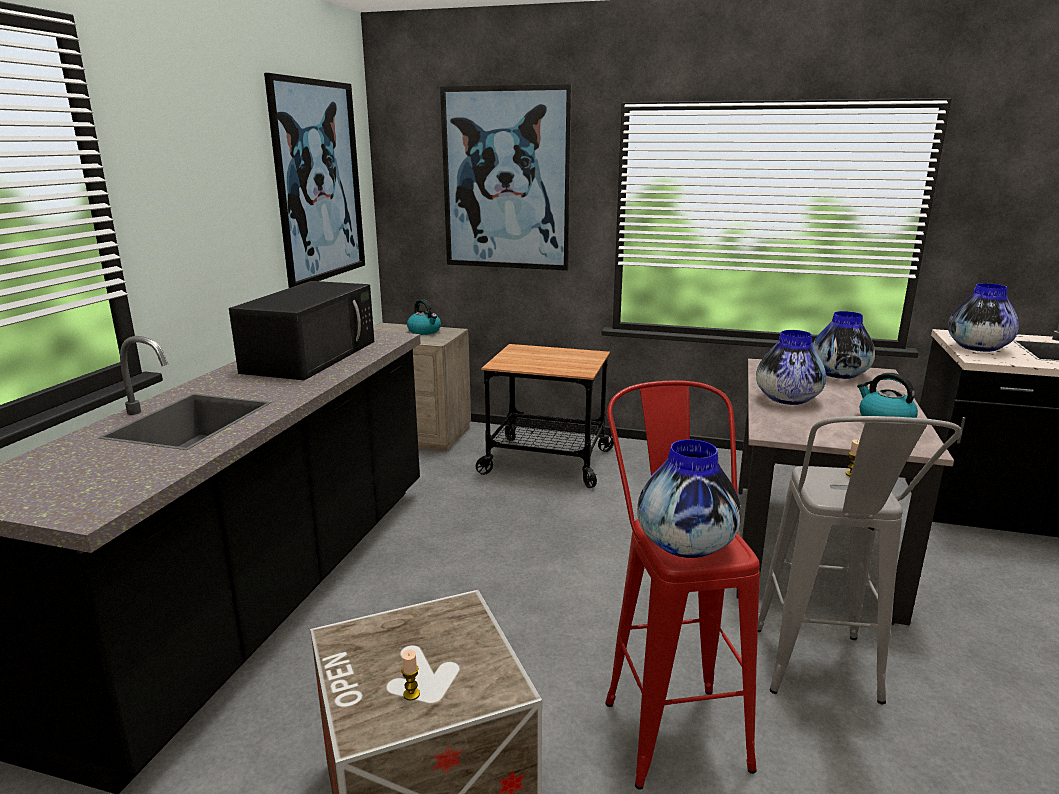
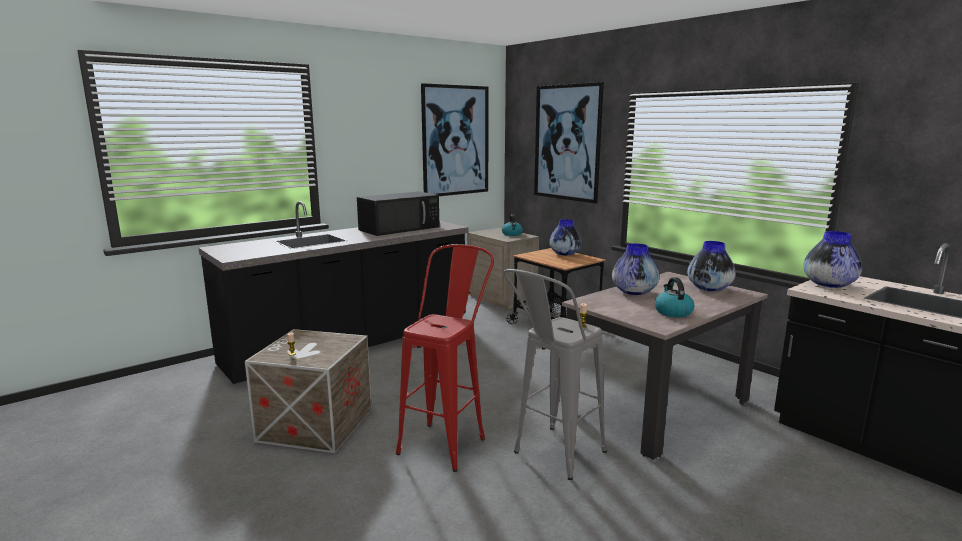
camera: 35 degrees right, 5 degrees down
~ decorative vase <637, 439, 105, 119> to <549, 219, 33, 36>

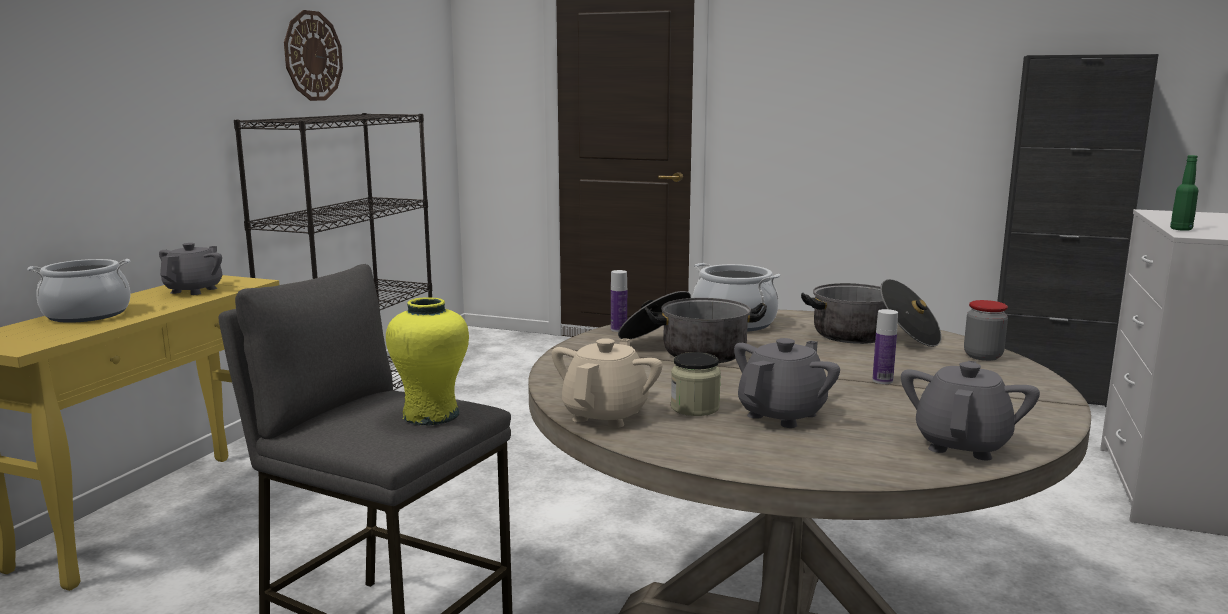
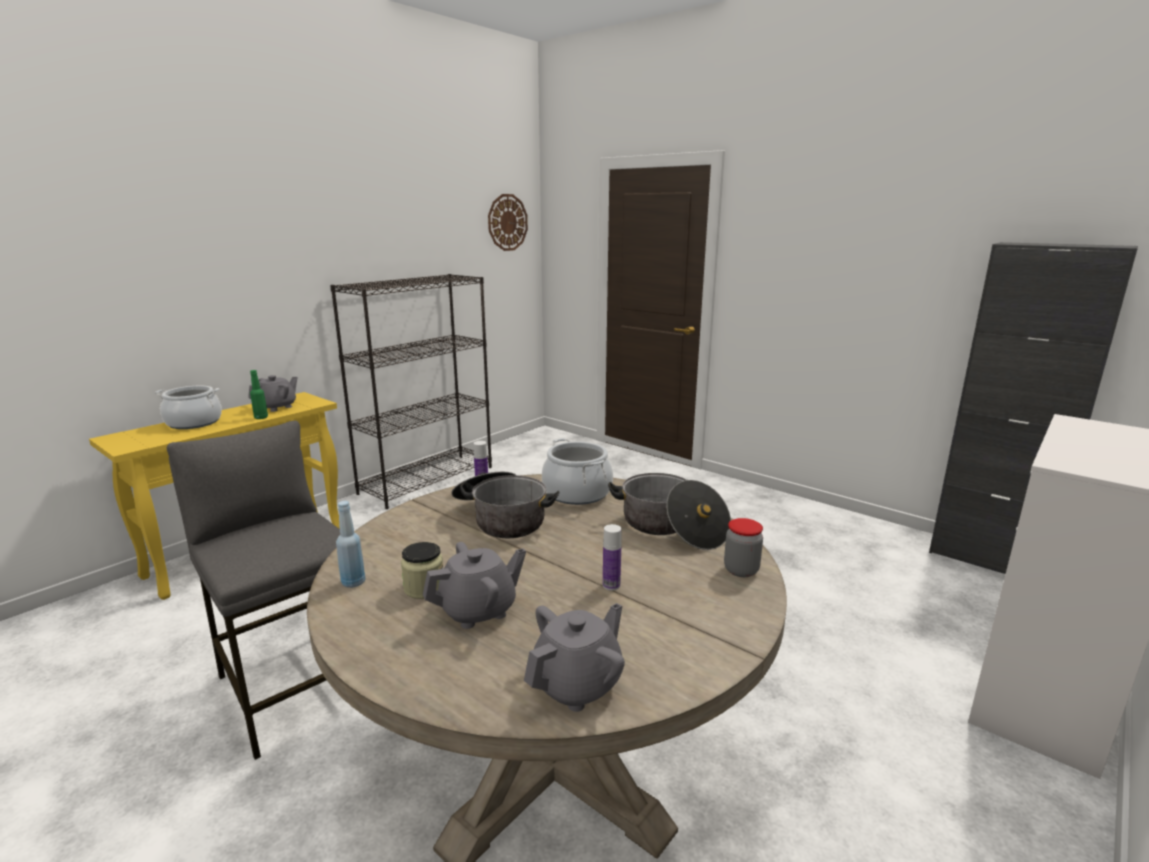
camera: 20 degrees right, 5 degrees up
~ hanging clock <284, 10, 59, 91> to <488, 194, 40, 57>
~ greenish beverage bottle <1170, 155, 29, 76> to <250, 370, 18, 49>
- yellow decorative vase <386, 297, 83, 129>
~ beige-coloured teapot <552, 338, 110, 90> to blue-coloured beverage bottle <336, 501, 29, 87>

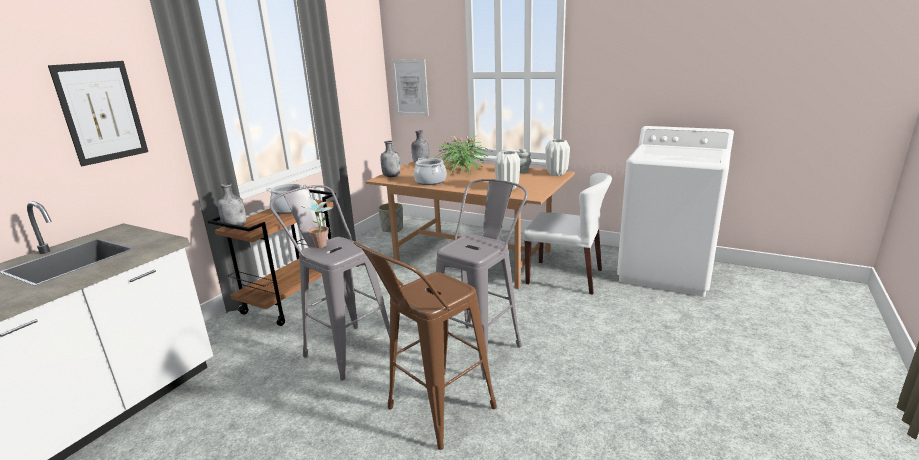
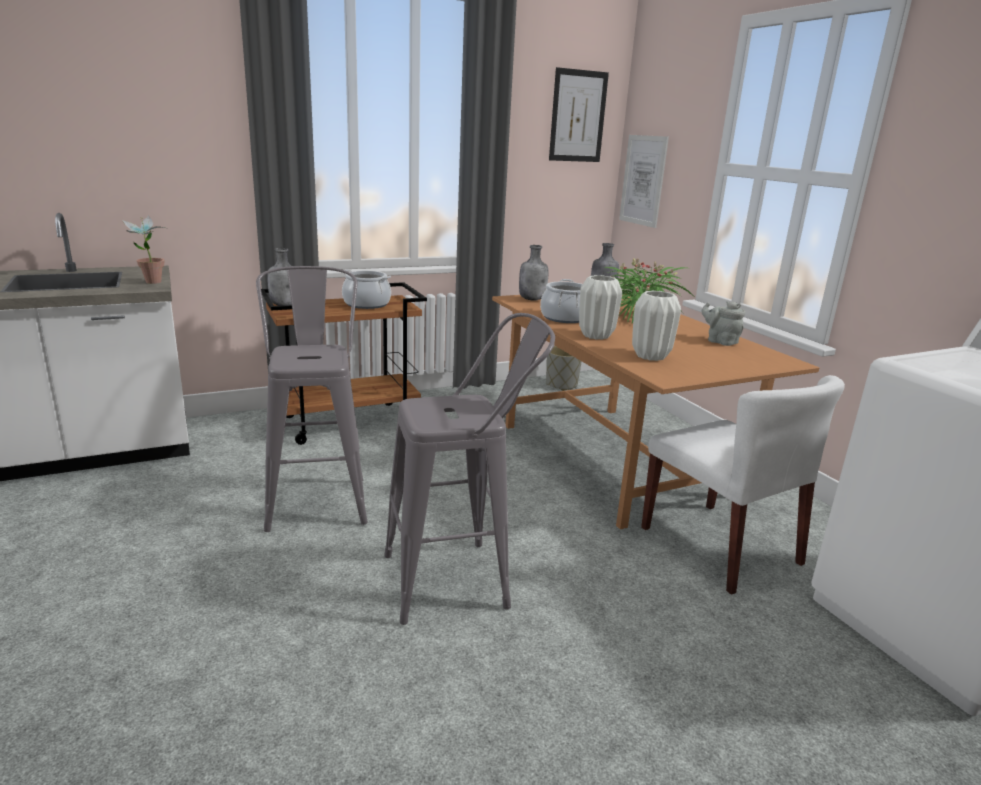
camera: 35 degrees right, 0 degrees up
~ picture <48, 61, 100, 105> to <549, 67, 60, 95>
~ white decorative vase <545, 139, 25, 37> to <579, 275, 43, 65>
~ houseplant <301, 196, 32, 52> to <122, 215, 43, 69>
- brownish stool seat <354, 241, 143, 209>

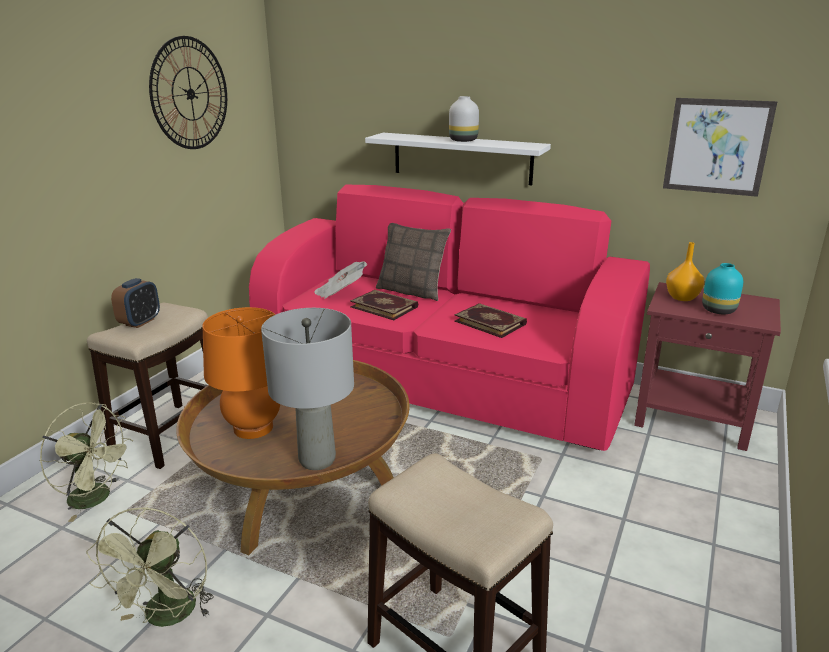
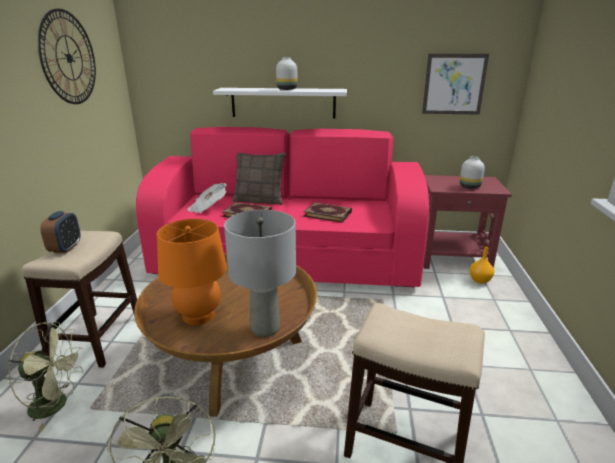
camera: 20 degrees left, 0 degrees up
~ orangey decorative vase <666, 242, 38, 59> to <469, 246, 25, 38>
~ turquoise decorative vase <702, 263, 41, 51> to white decorative vase <460, 156, 25, 33>

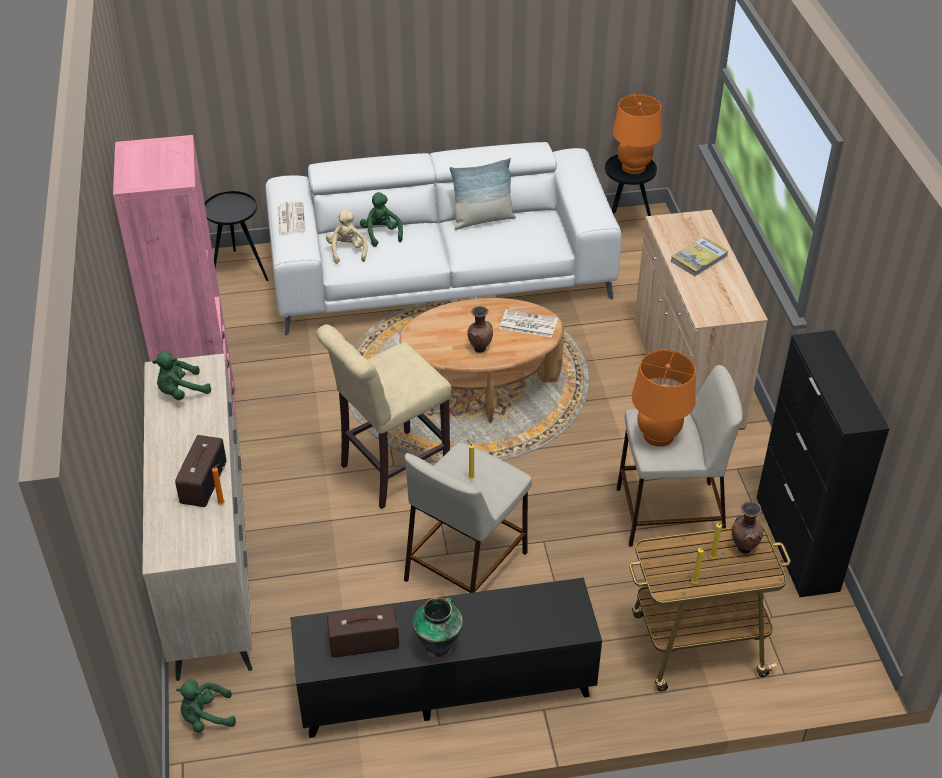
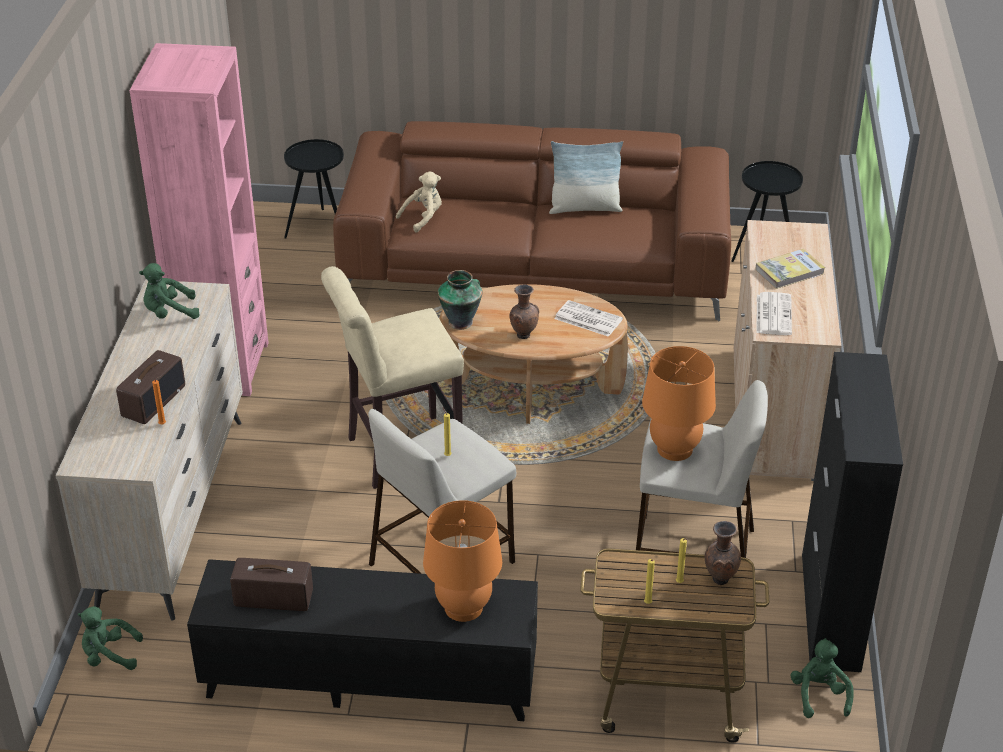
camera: 15 degrees right, 5 degrees down
~ orangey table lamp <613, 94, 49, 80> to <423, 500, 79, 122>
~ white settee <265, 142, 356, 194> to brownish settee <333, 121, 398, 201>
~ greenish plush toy <360, 192, 43, 55> to <791, 638, 63, 80>
~ printed paper <277, 201, 28, 34> to <756, 292, 36, 43>
~ beige-coloured plush toy <326, 209, 42, 55> = <396, 171, 46, 61> 45 degrees clockwise
~ decorative vase <413, 597, 50, 61> to <438, 270, 44, 60>

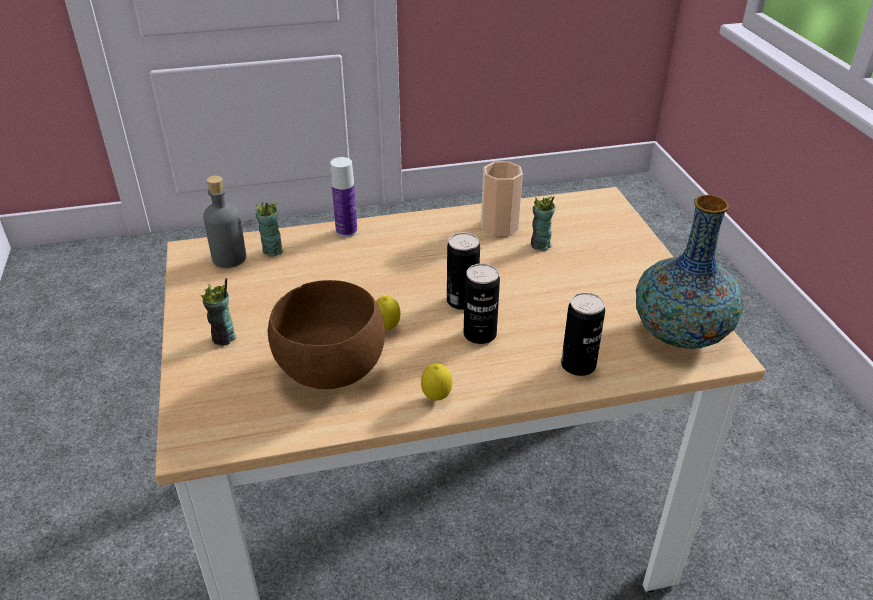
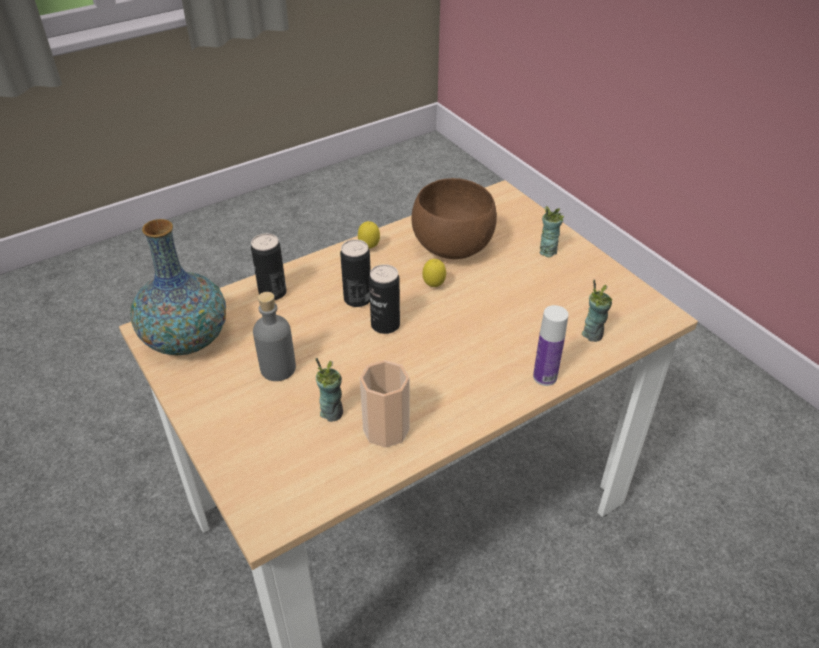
camera: 160 degrees right, 5 degrees up
~ gray beverage bottle <203, 175, 43, 93> to <253, 292, 43, 89>

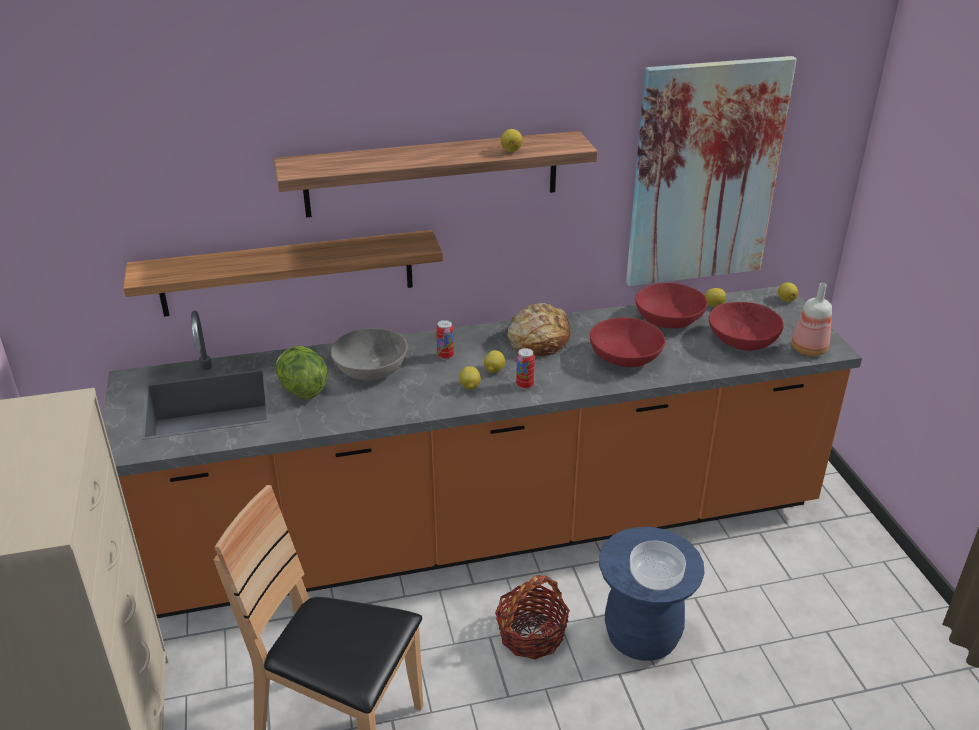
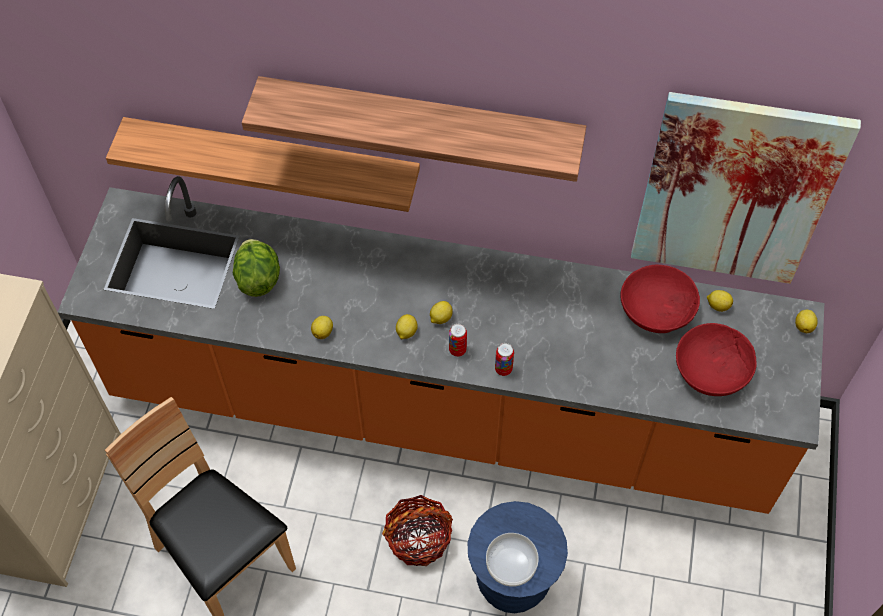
camera: 25 degrees right, 25 degrees up
~ whole lemon <501, 129, 22, 23> to <311, 316, 22, 23>
- beverage bottle <791, 283, 41, 73>
- bread <508, 303, 63, 53>
- reddish serving bowl <590, 318, 75, 49>
~ sealed can <436, 320, 18, 40> to <495, 343, 19, 33>
- gray serving bowl <331, 328, 77, 52>

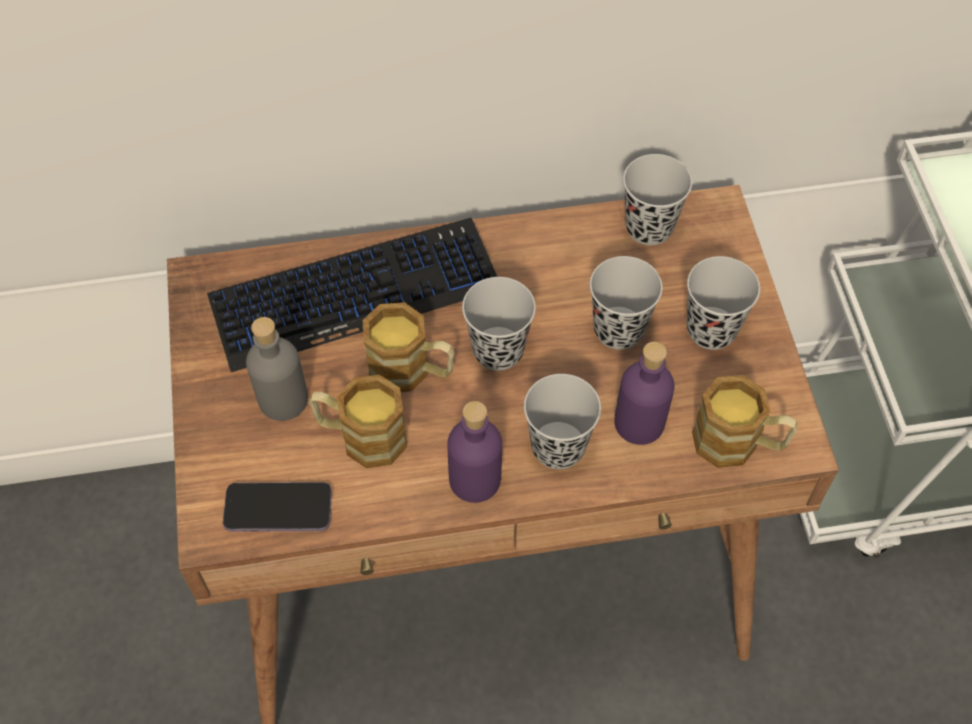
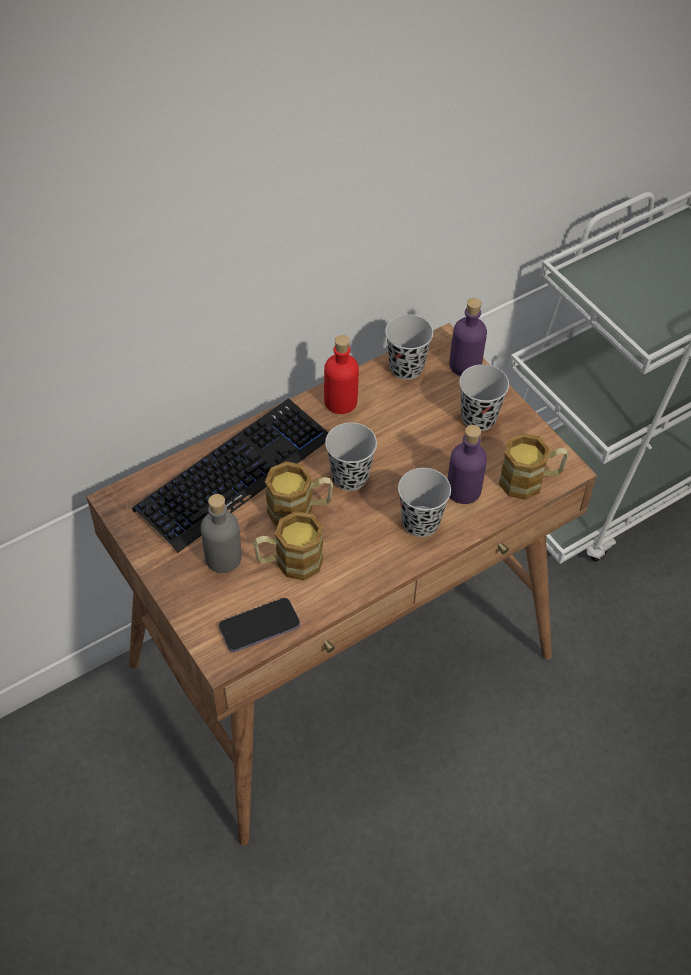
camera: 25 degrees left, 5 degrees down
- black-coloured cup <590, 256, 73, 94>
~ purple beverage bottle <448, 401, 54, 102> to <449, 298, 38, 78>
+ reddish beverage bottle <324, 335, 35, 79>

